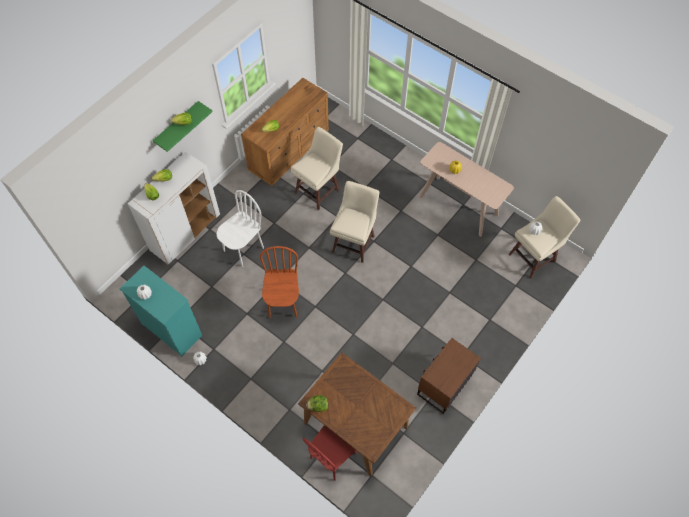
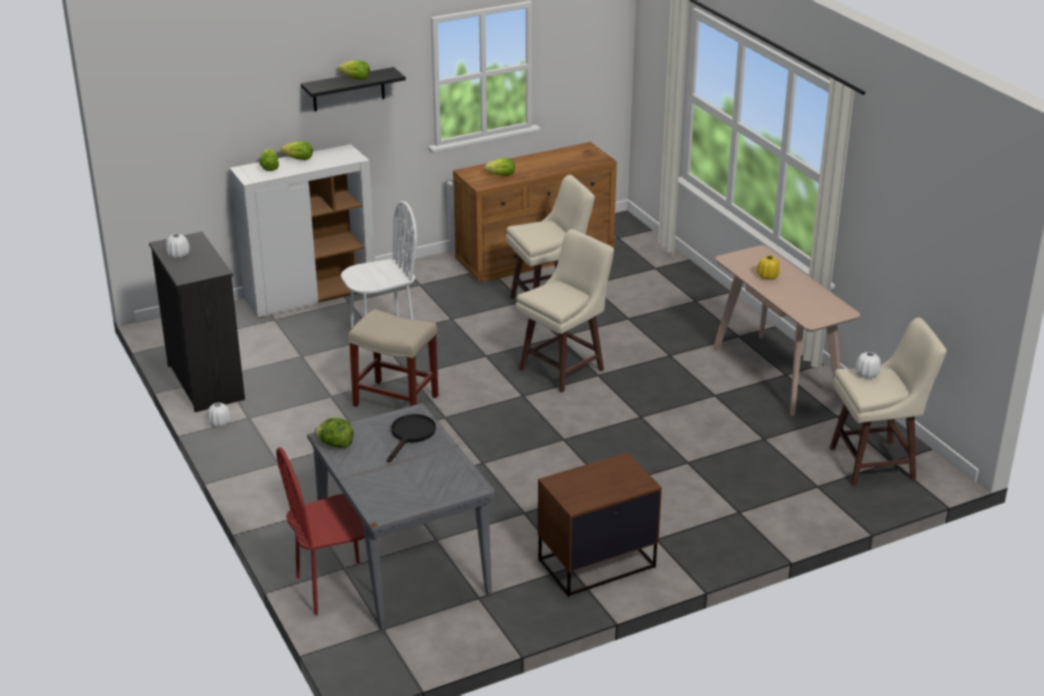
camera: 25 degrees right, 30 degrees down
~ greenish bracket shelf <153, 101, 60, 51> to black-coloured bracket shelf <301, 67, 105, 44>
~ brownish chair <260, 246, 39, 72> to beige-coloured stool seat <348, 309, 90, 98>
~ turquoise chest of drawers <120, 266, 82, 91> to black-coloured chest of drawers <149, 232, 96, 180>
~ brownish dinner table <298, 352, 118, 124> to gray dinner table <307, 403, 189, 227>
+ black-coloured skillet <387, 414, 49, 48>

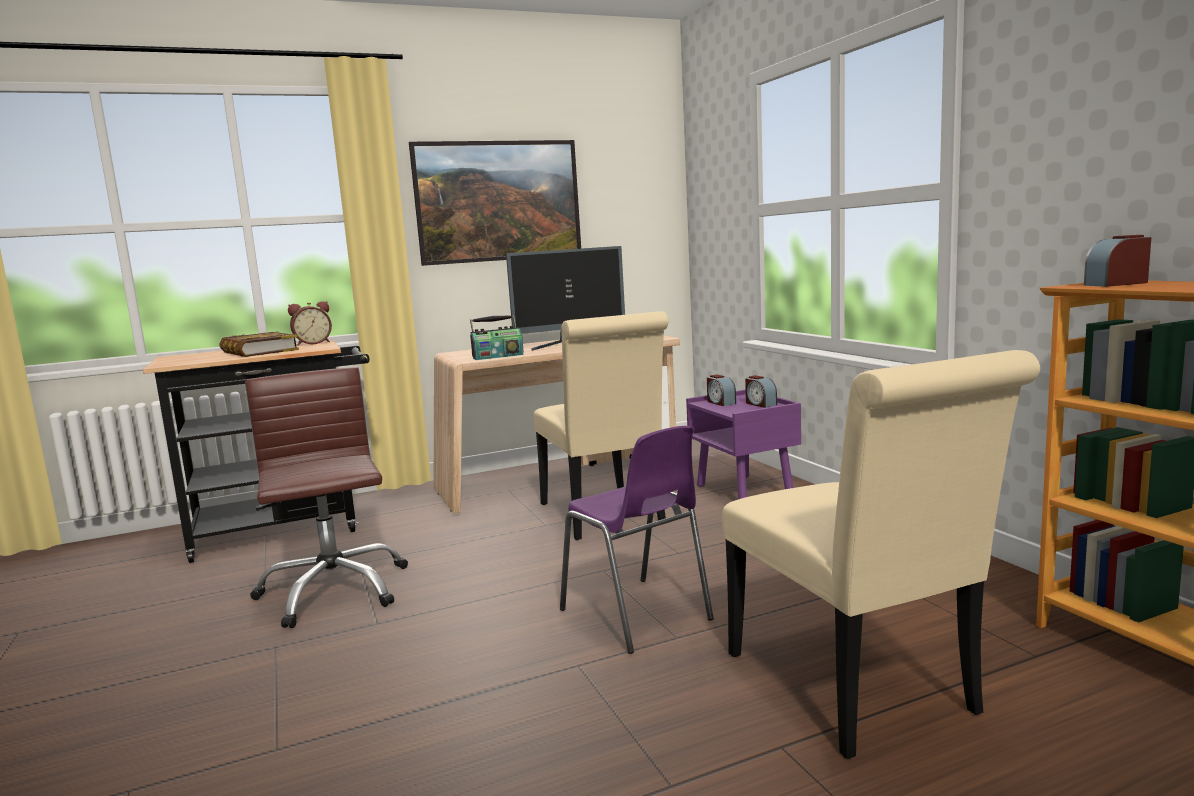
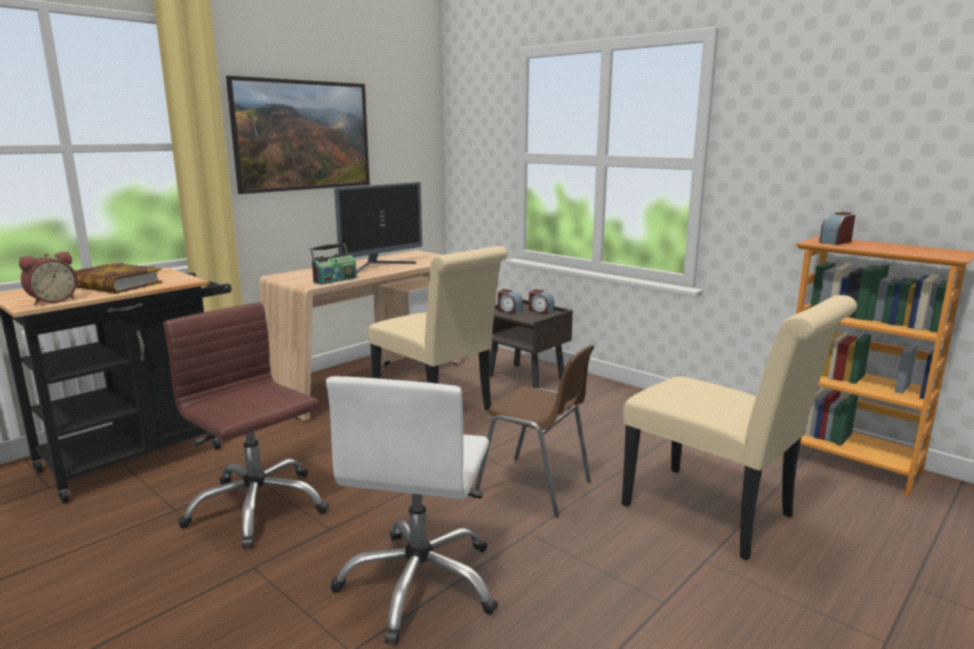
camera: 25 degrees left, 5 degrees up
~ bedside clock <288, 301, 44, 45> to <19, 251, 59, 54>
~ purple bedside table <686, 390, 115, 109> to brownish bedside table <489, 299, 84, 89>
~ purple chair <560, 426, 154, 228> to brownish chair <475, 345, 119, 172>
+ white office chair <326, 376, 172, 269>

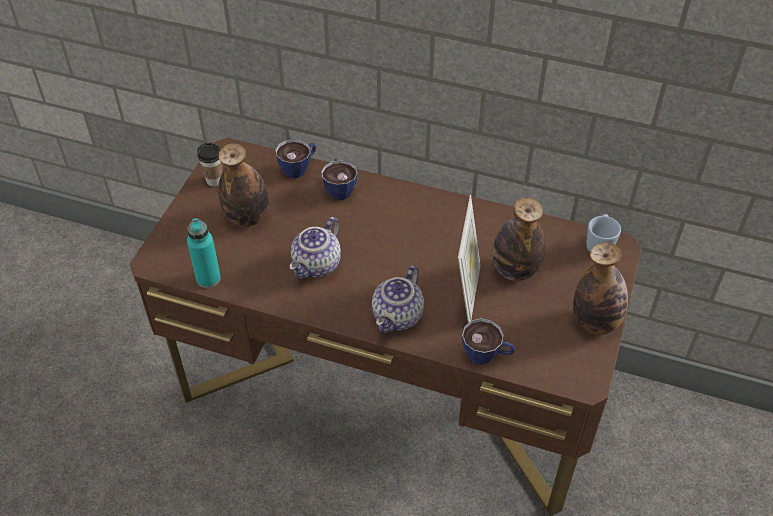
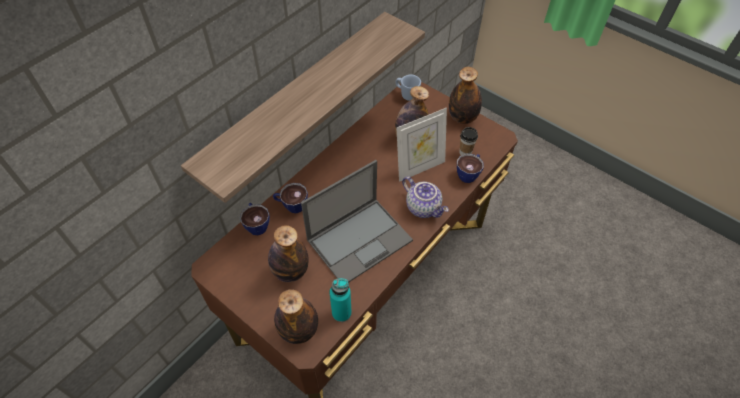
camera: 70 degrees left, 5 degrees up
~ cup <197, 143, 25, 43> to <459, 127, 19, 28>
~ photo frame <458, 195, 22, 128> = <396, 108, 51, 74> 120 degrees clockwise
~ teapot <289, 217, 52, 62> to notebook computer <301, 160, 112, 123>
+ bracket shelf <181, 12, 244, 191>
+ beverage bottle <274, 289, 44, 55>

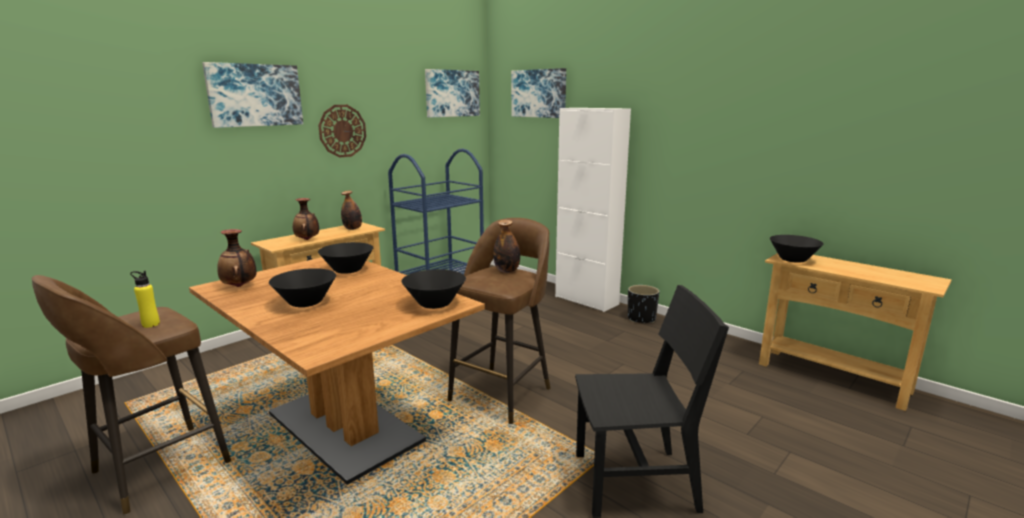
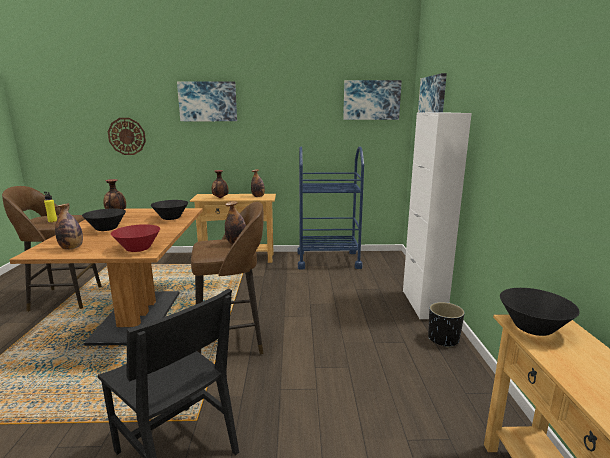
camera: 45 degrees right, 0 degrees up
~ hanging clock <318, 105, 48, 53> to <108, 118, 38, 37>
~ black-coloured serving bowl <402, 269, 64, 40> to reddish serving bowl <111, 224, 49, 28>
+ beverage bottle <55, 203, 28, 47>

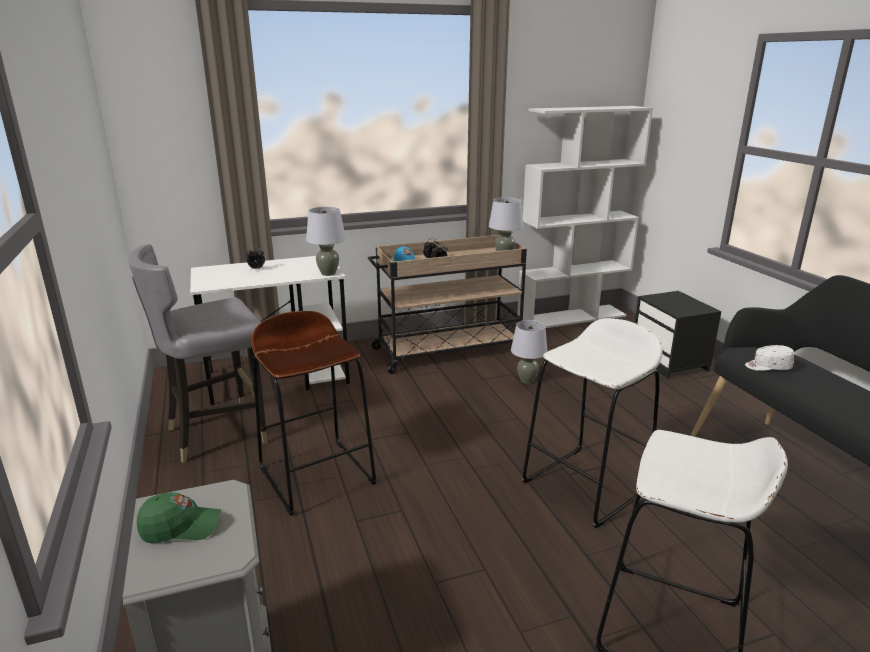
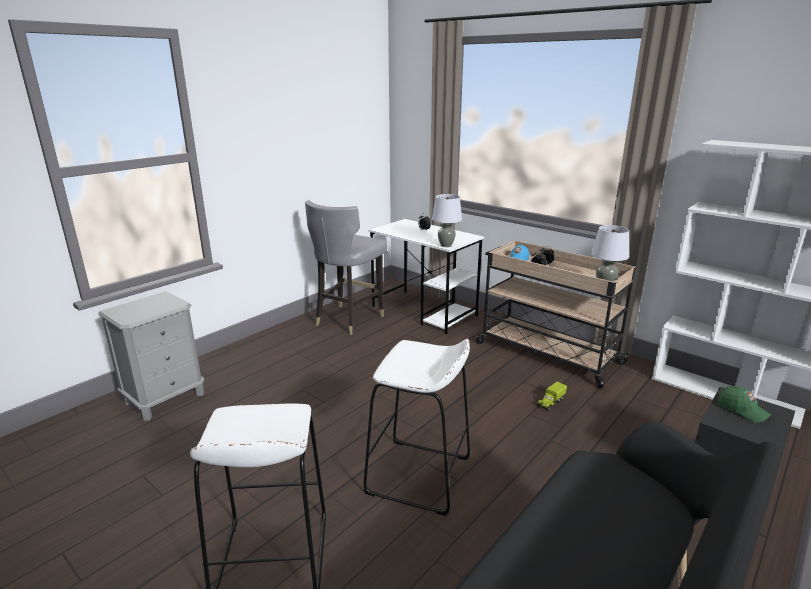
camera: 60 degrees right, 0 degrees up
~ gray chair <128, 244, 139, 219> = <305, 200, 82, 135> 90 degrees counterclockwise
- brownish stool seat <251, 311, 125, 205>
~ gray table lamp <511, 320, 37, 63> to toy lorry <537, 382, 30, 29>
- white peaked cap <745, 345, 49, 26>
~ greenish peaked cap <137, 492, 84, 51> to <718, 386, 53, 37>

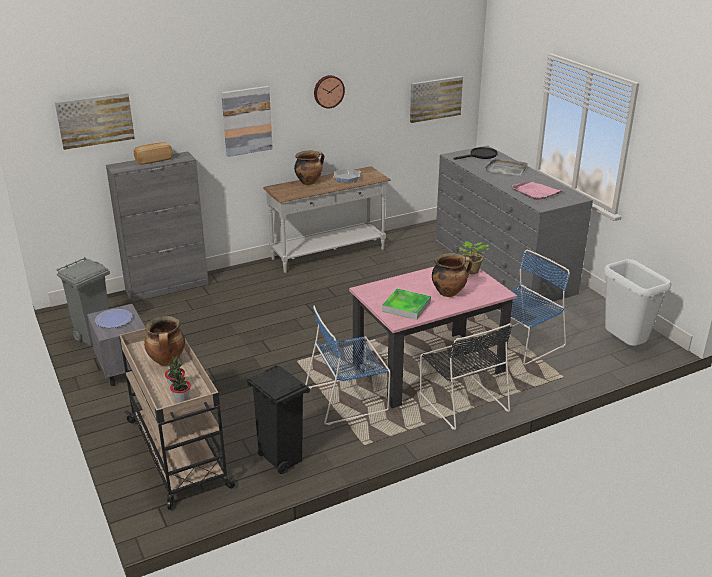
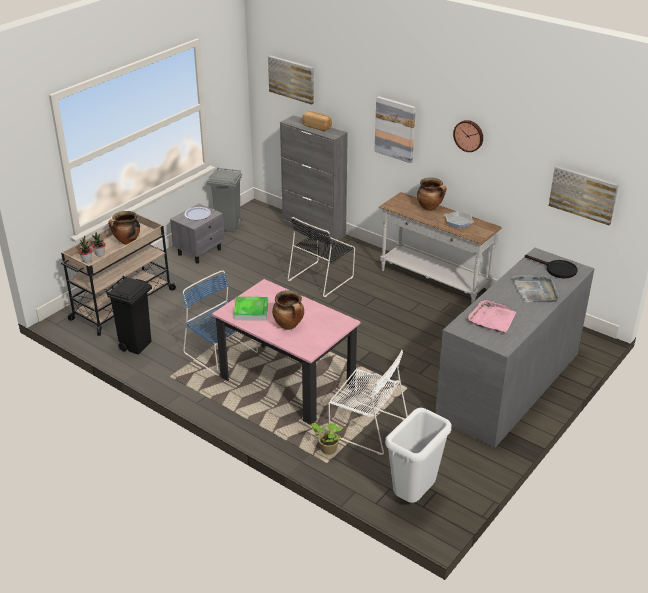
camera: 65 degrees right, 5 degrees up
~ houseplant <459, 241, 30, 33> to <310, 423, 32, 32>
~ blue-coloured chair <482, 250, 88, 115> to white chair <328, 350, 80, 105>
~ black-coloured chair <420, 323, 92, 107> to <287, 217, 68, 80>

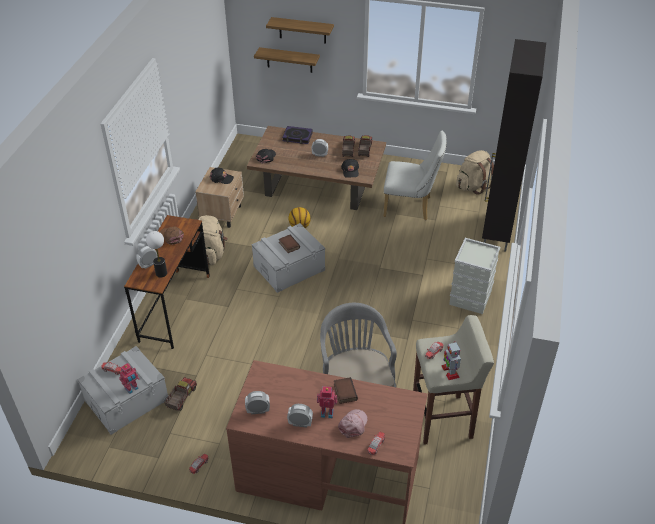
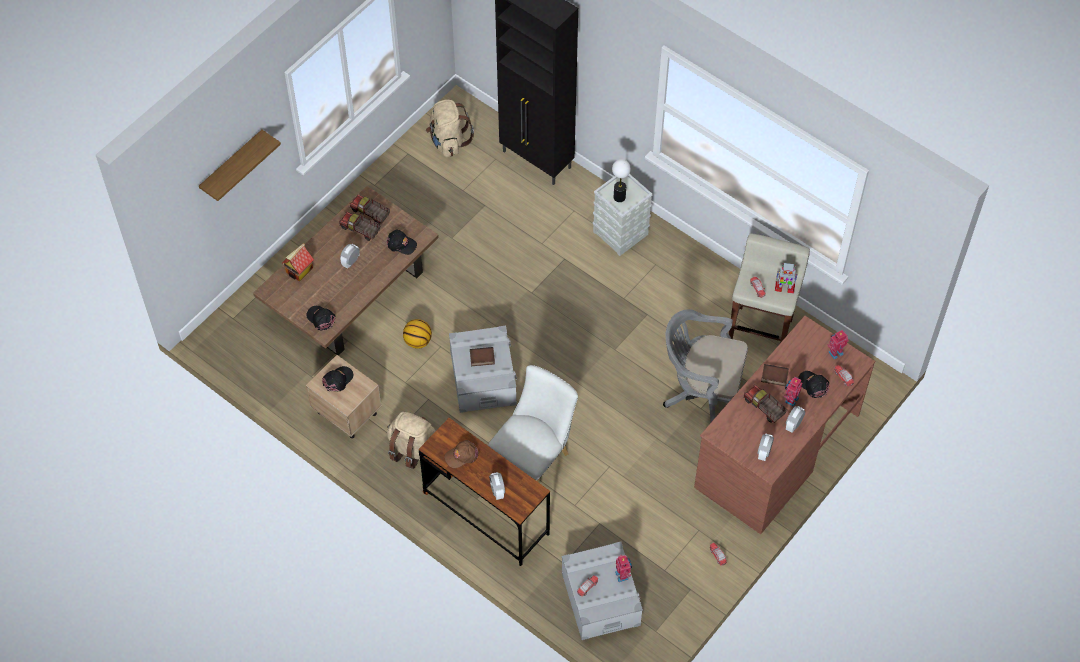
camera: 65 degrees left, 15 degrees up
- bracket shelf <254, 47, 66, 26>
~ book <282, 126, 31, 18> to toy house <282, 243, 32, 39>
~ white chair <383, 131, 64, 89> to <488, 365, 90, 117>
~ table lamp <146, 231, 21, 47> to <612, 159, 19, 43>
~ toy lorry <164, 377, 33, 34> to <743, 384, 45, 39>
~ pink peaked cap <338, 409, 30, 29> to black-coloured peaked cap <799, 371, 30, 27>
+ model robot <827, 330, 21, 30>

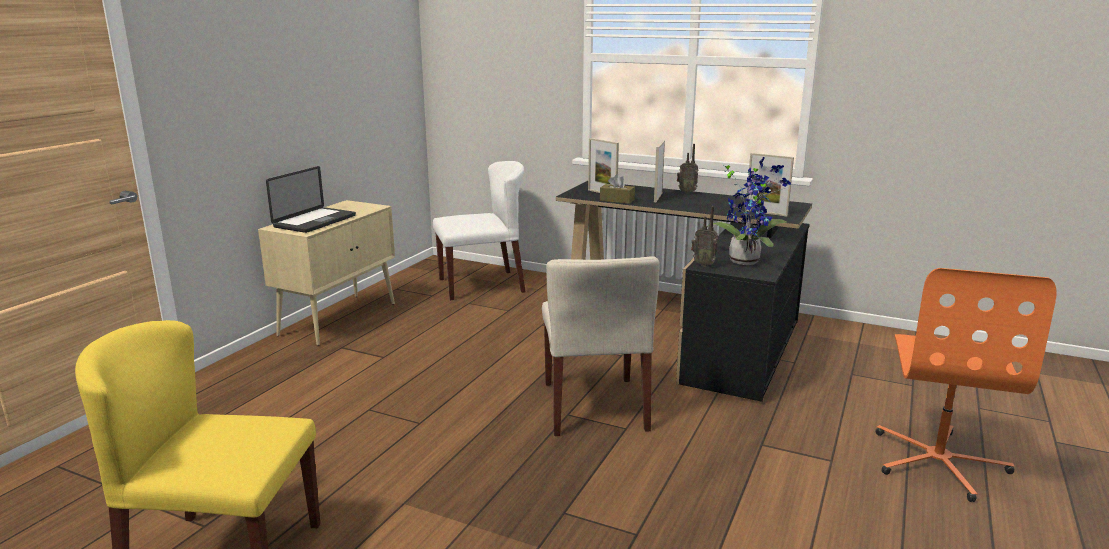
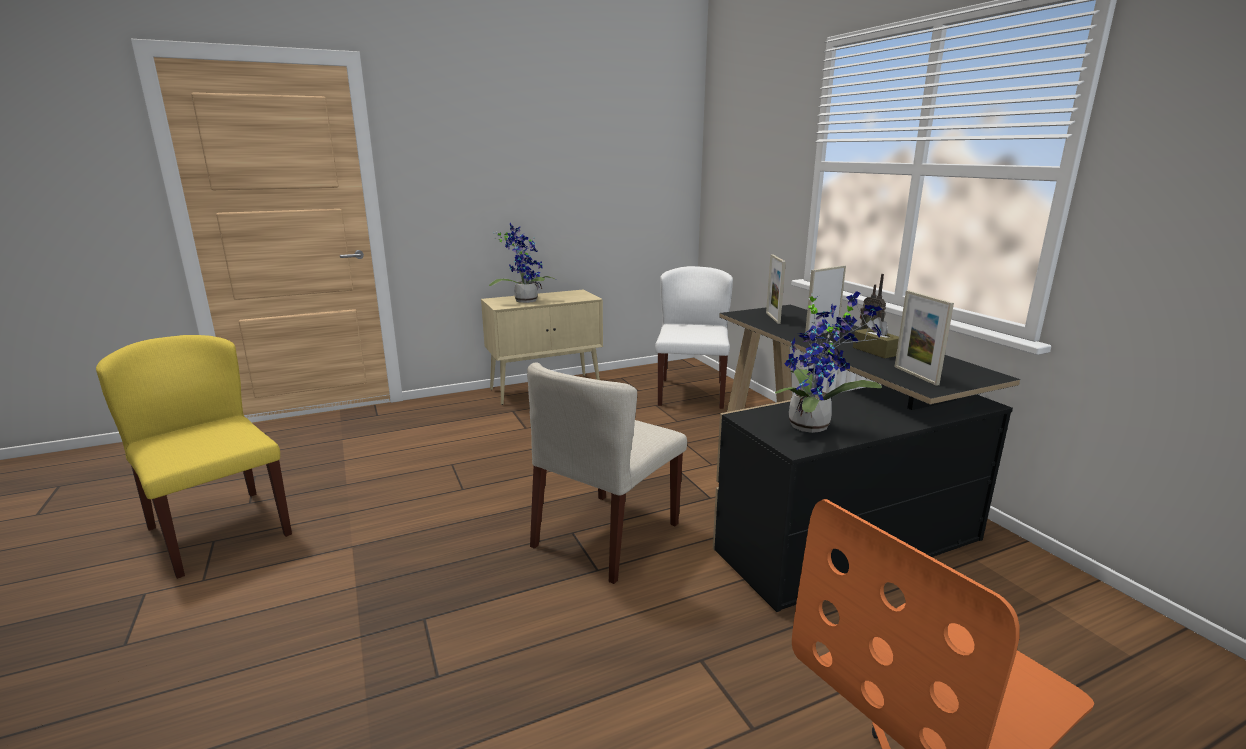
camera: 40 degrees right, 0 degrees up
~ white chair <433, 161, 93, 139> = <655, 266, 78, 143> 105 degrees counterclockwise
~ notebook computer <266, 166, 90, 67> to houseplant <489, 223, 67, 80>
~ brownish tissue box <600, 174, 35, 30> to <853, 317, 46, 41>
- radio <691, 206, 27, 61>

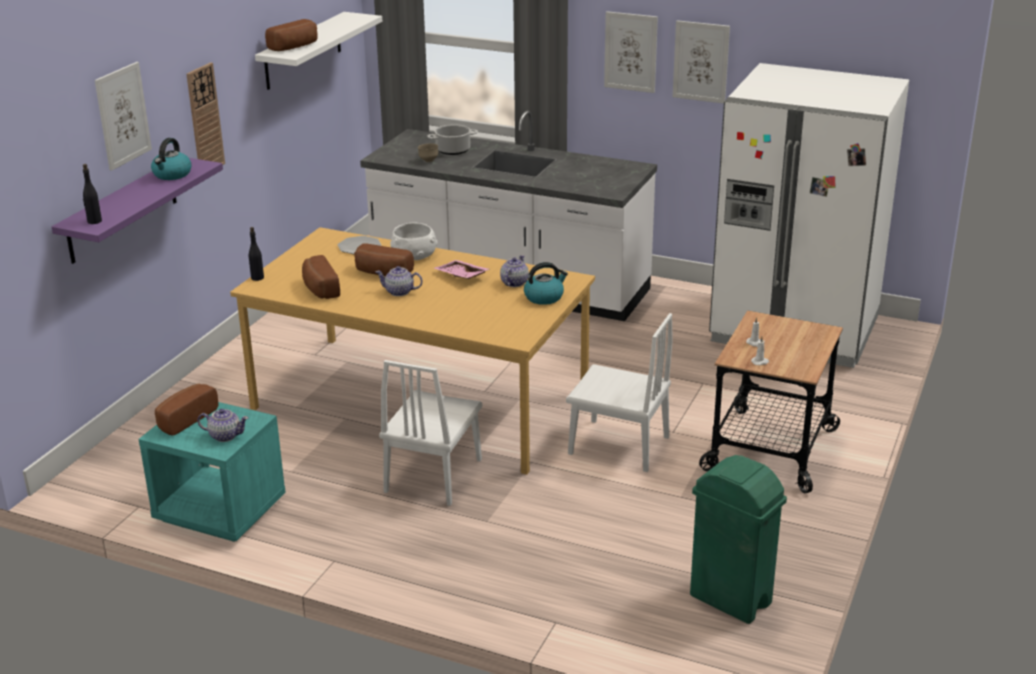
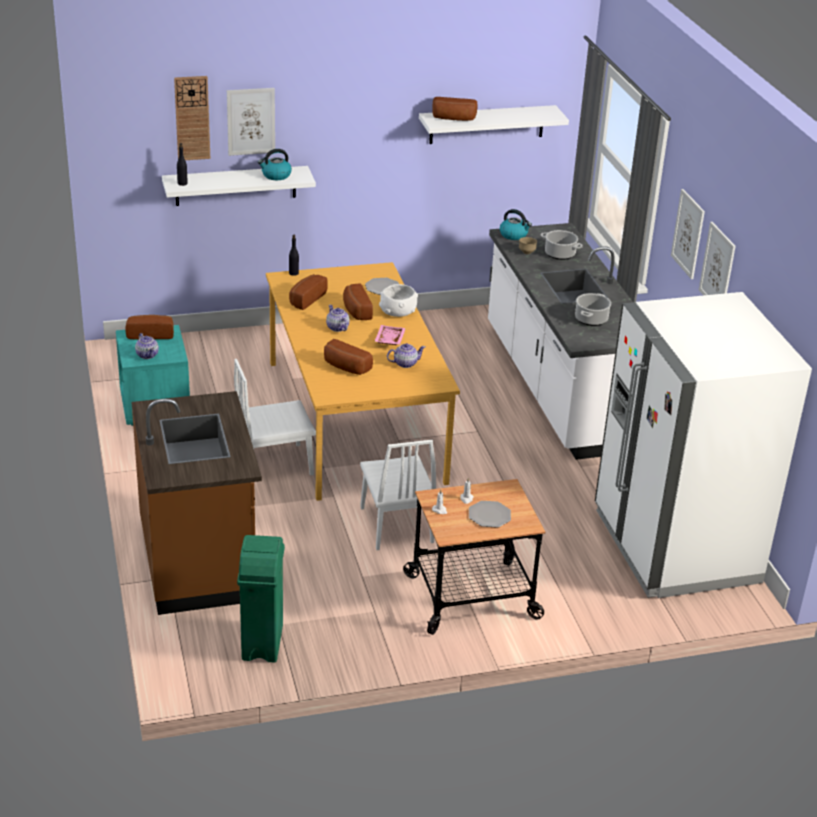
camera: 50 degrees right, 5 degrees up
~ hanging clock <186, 62, 39, 103> to <174, 76, 36, 84>
~ purple bracket shelf <52, 158, 171, 106> to white bracket shelf <162, 166, 154, 40>
~ kettle <524, 262, 44, 43> to <500, 209, 32, 31>
+ stockpot <575, 293, 36, 33>
+ bread <324, 339, 49, 36>
+ brownish kitchen counter <132, 391, 130, 224>
+ dinner plate <469, 501, 42, 27>

